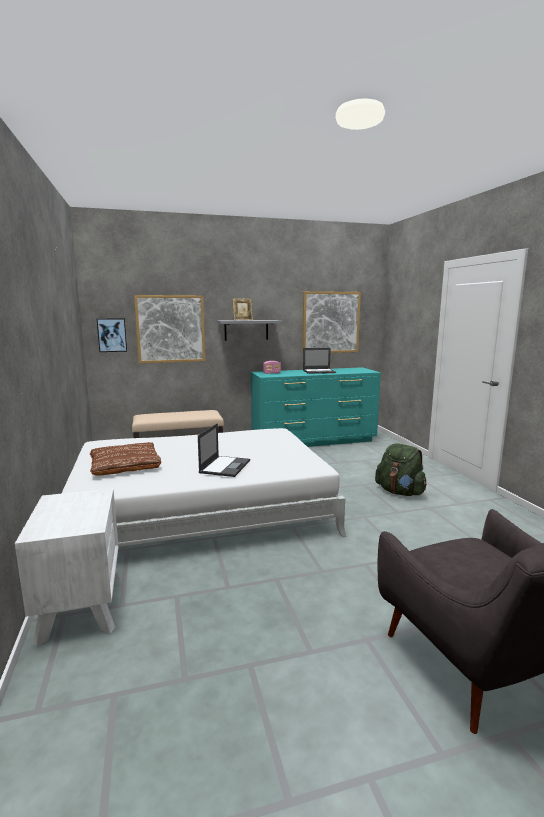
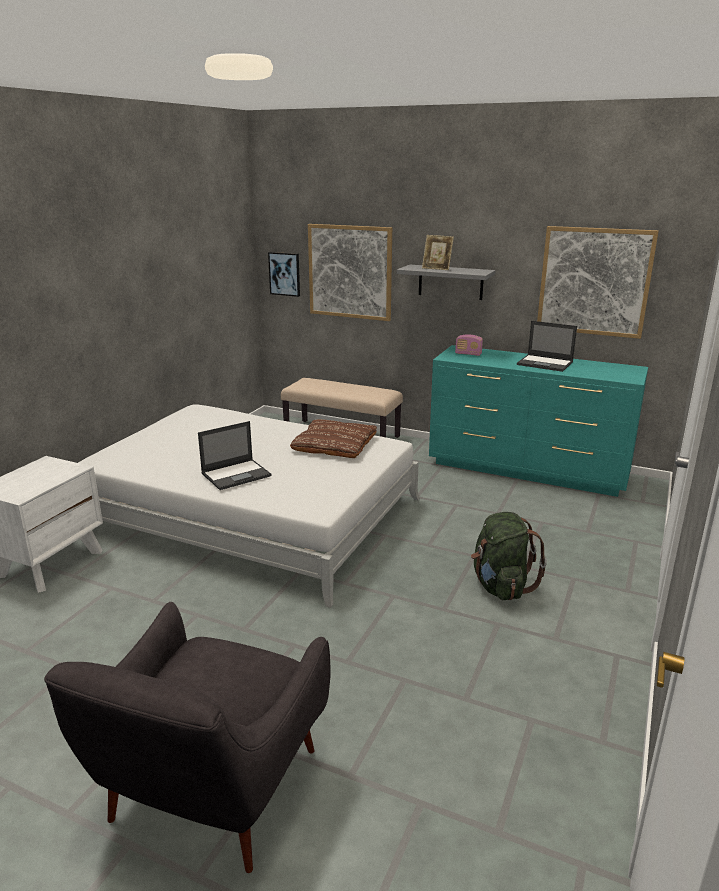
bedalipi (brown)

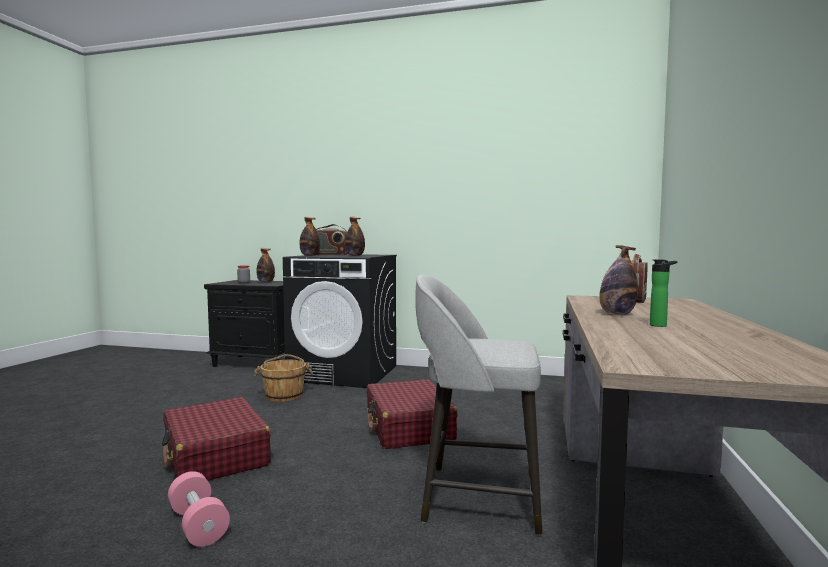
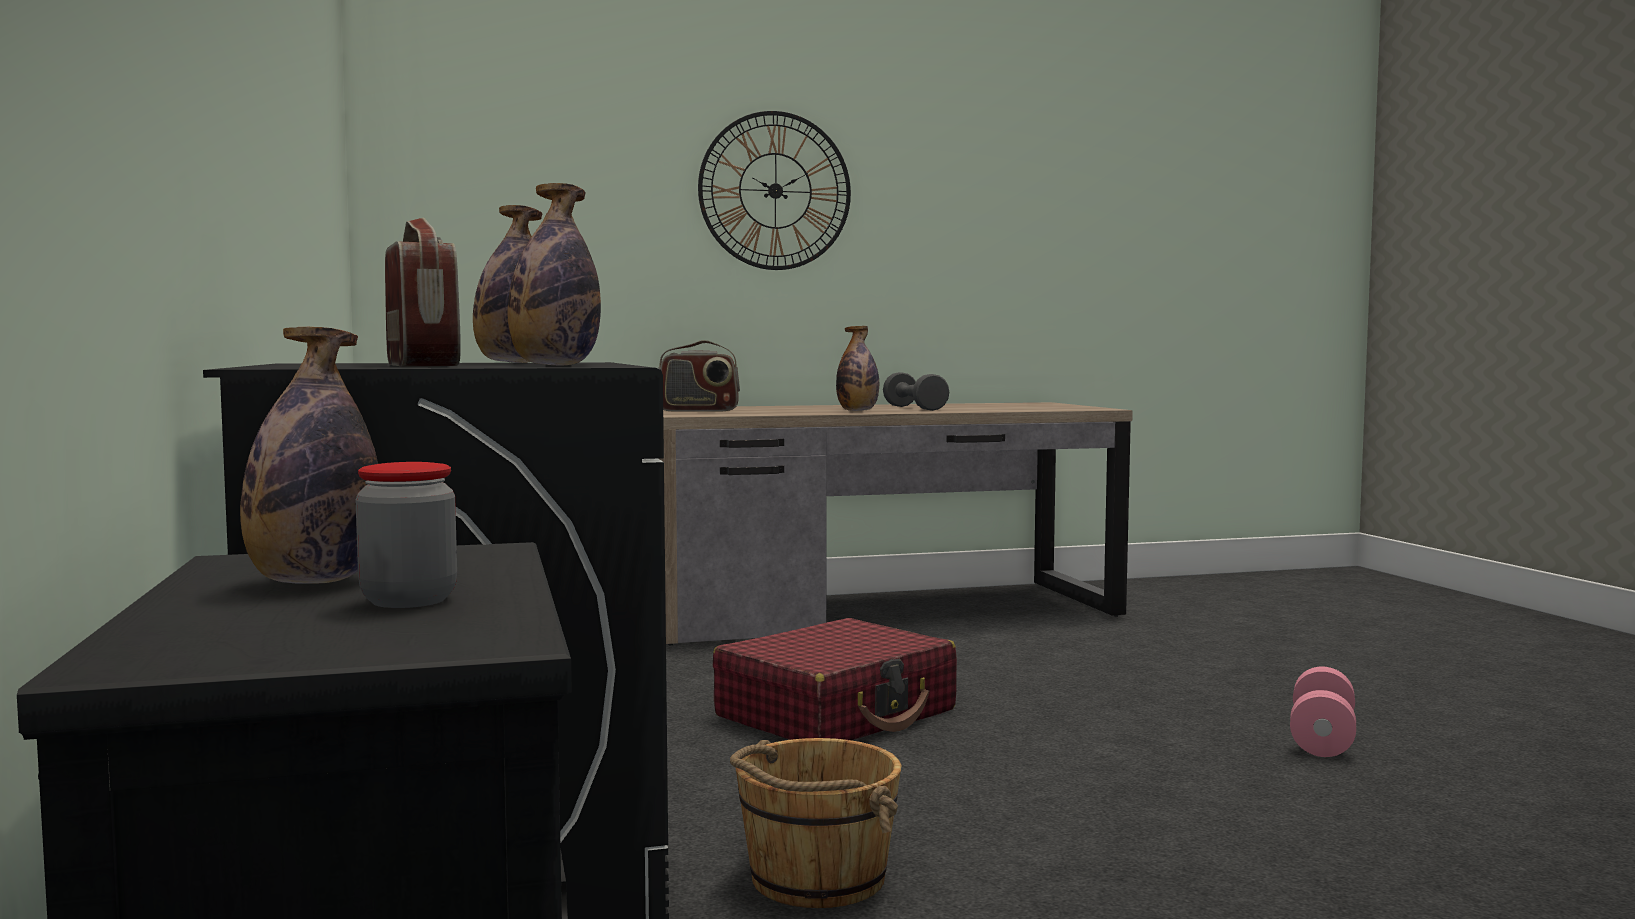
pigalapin
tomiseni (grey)
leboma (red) (1st from left in the first image)
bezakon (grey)

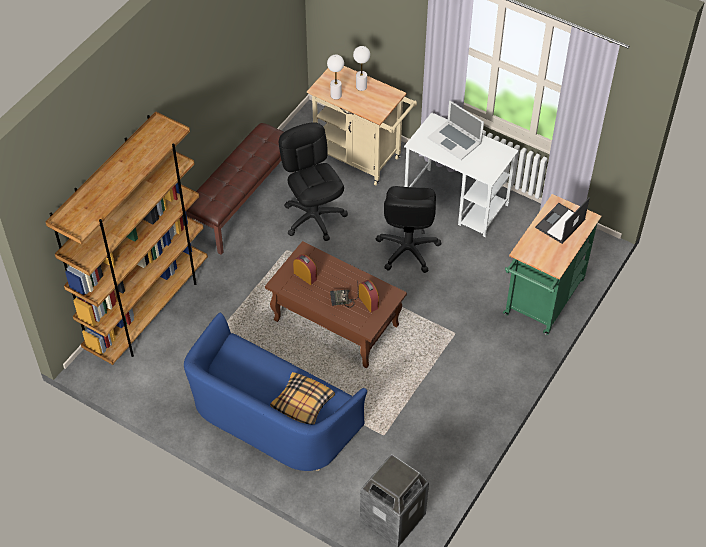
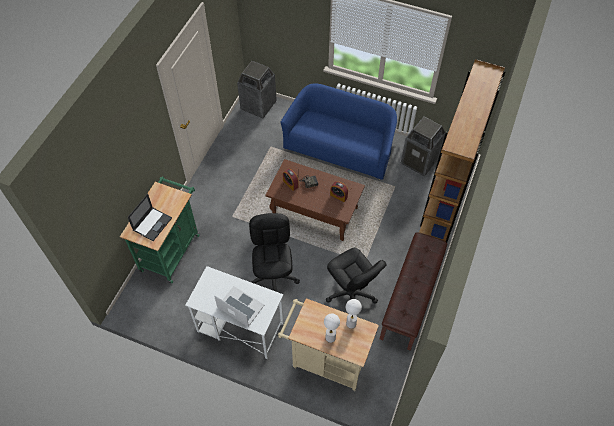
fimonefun (2nd from left)
bedalipi

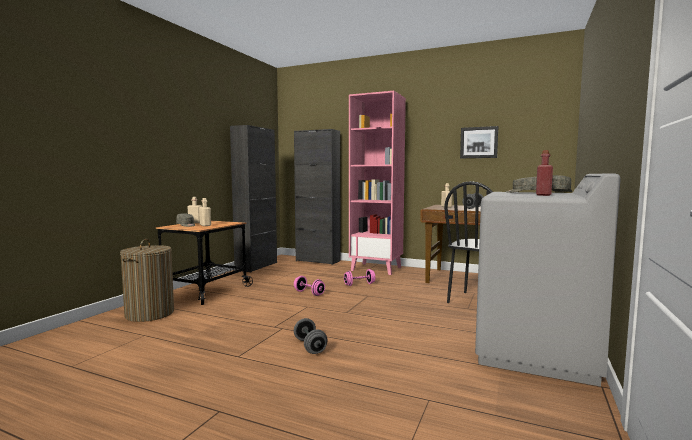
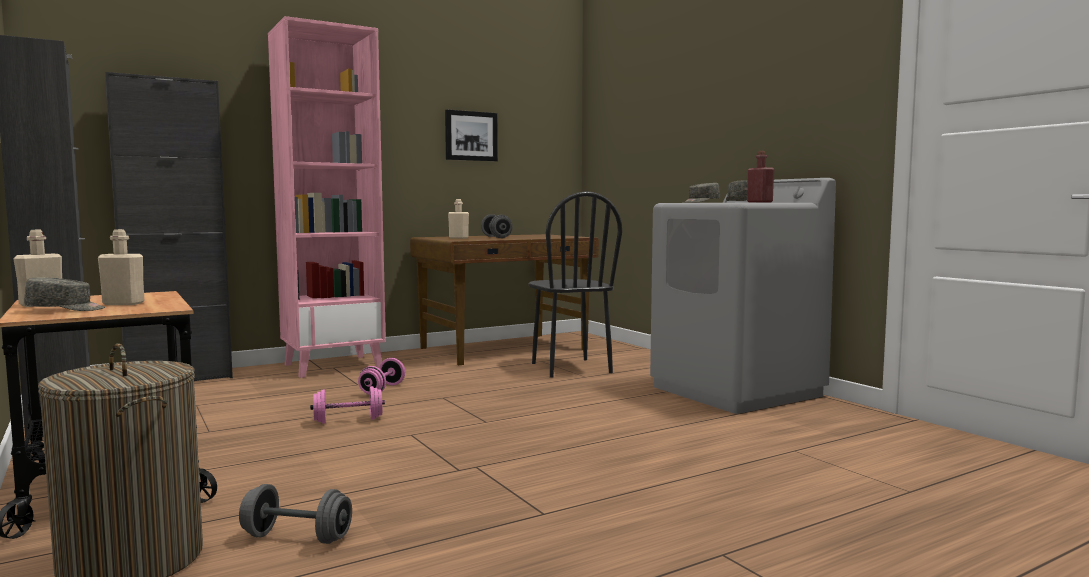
tomiseni (grey) (1st from left)

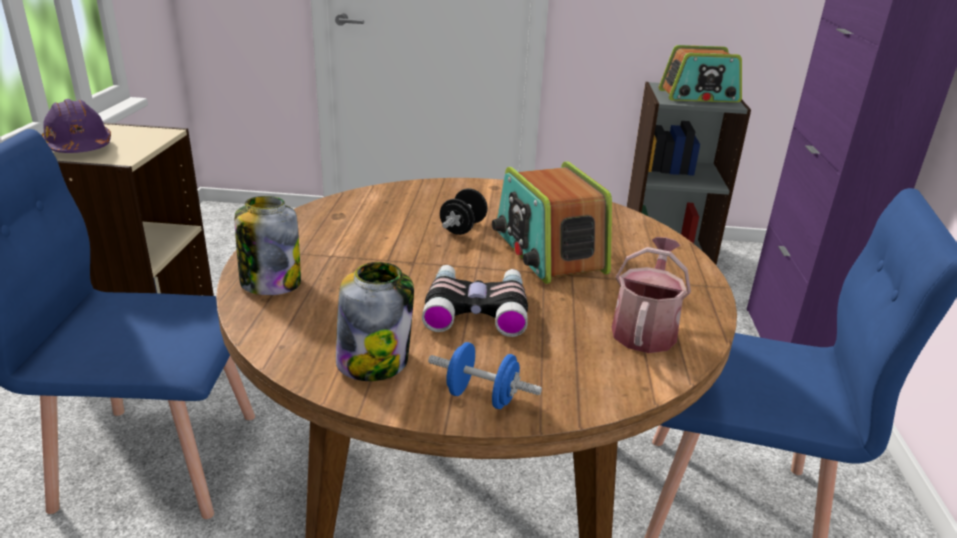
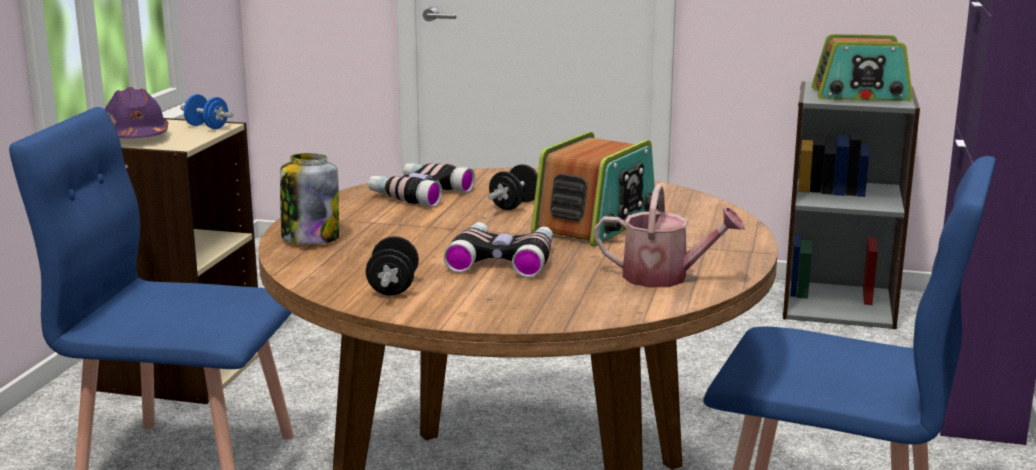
tomiseni (blue)
tomiseni (black) (1st from left)
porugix (1st from left)
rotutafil (1st from left)
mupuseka

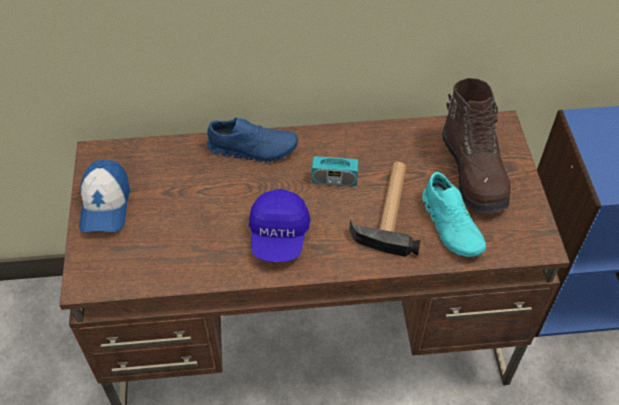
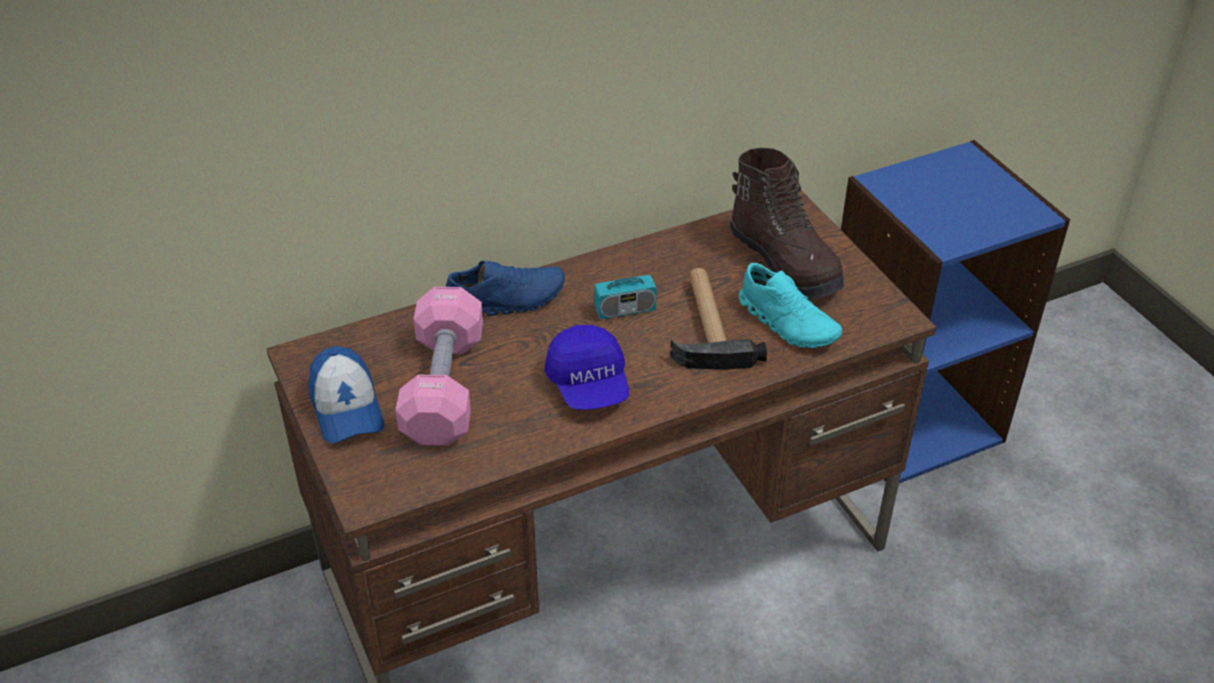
tomiseni (pink)

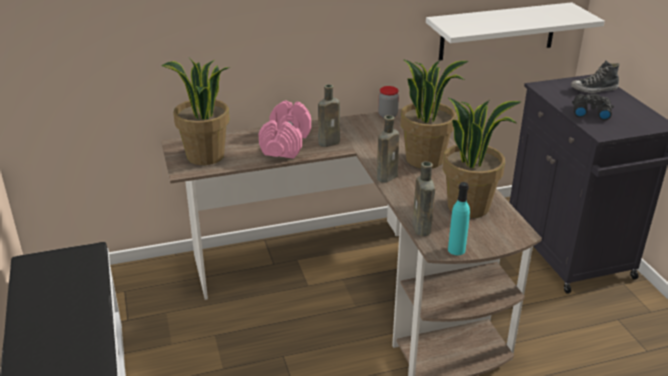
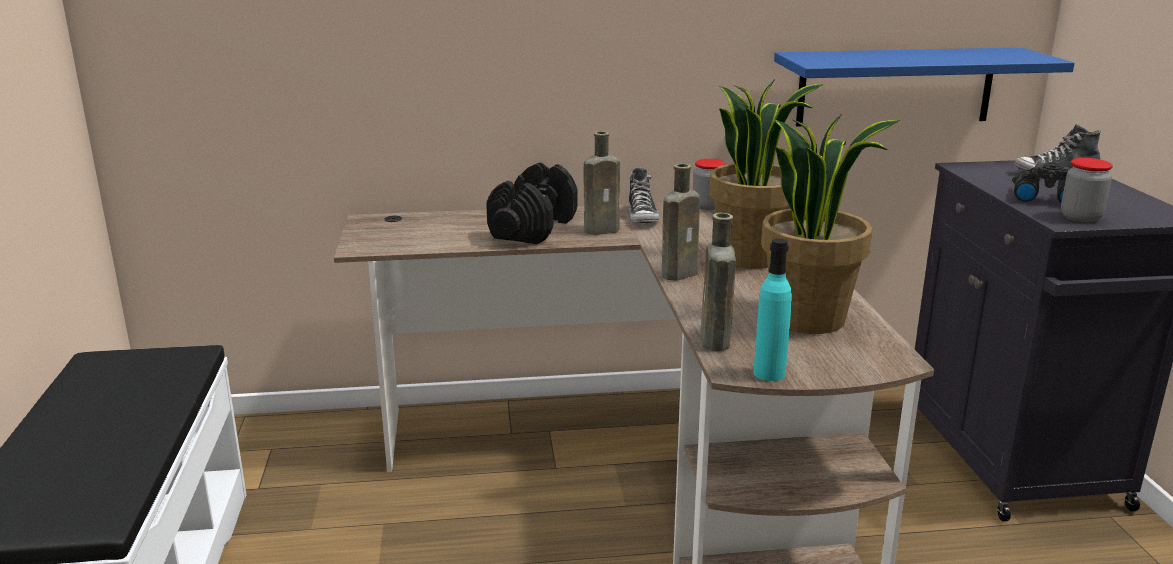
tomiseni (black)
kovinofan (1st from left)
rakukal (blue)
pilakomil (2nd from left)
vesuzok (1st from left in the first image)

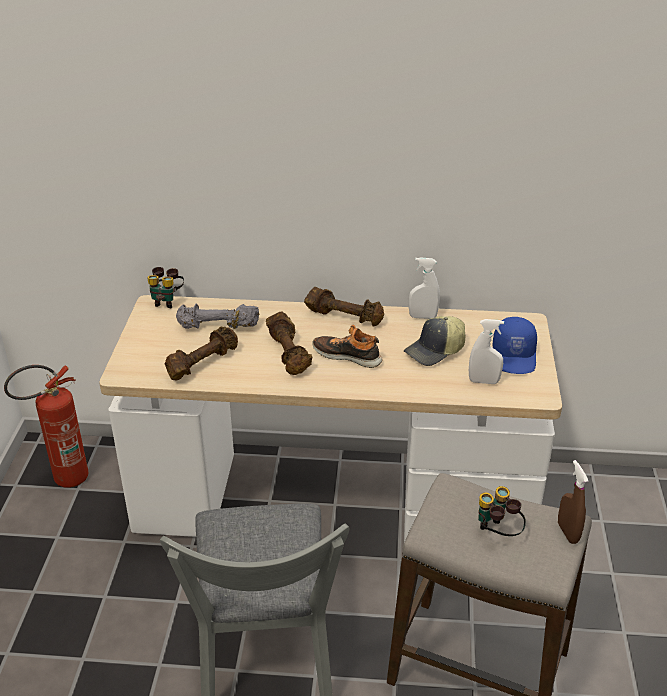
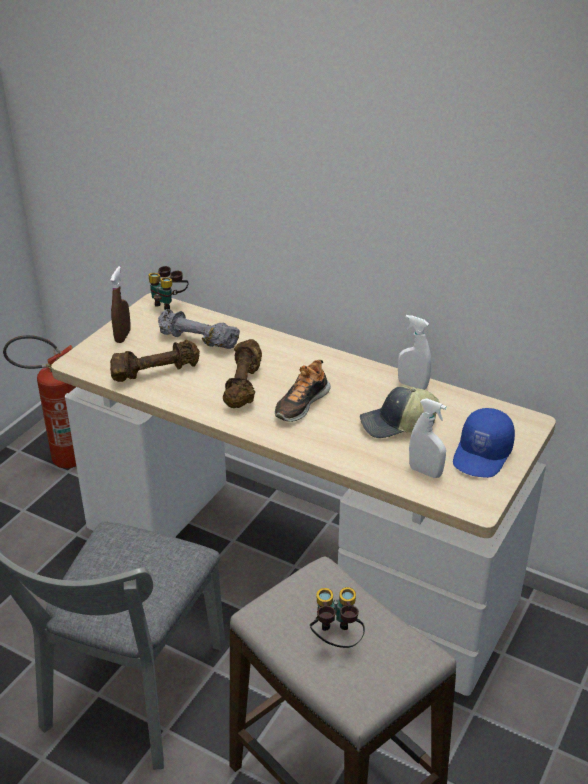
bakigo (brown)
kovinofan
tomiseni (brown) (3rd from left in the first image)

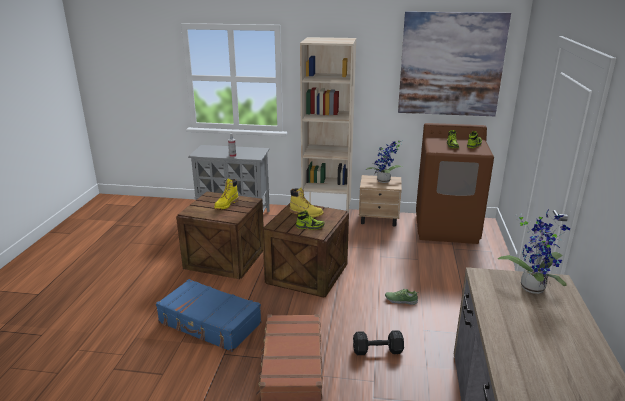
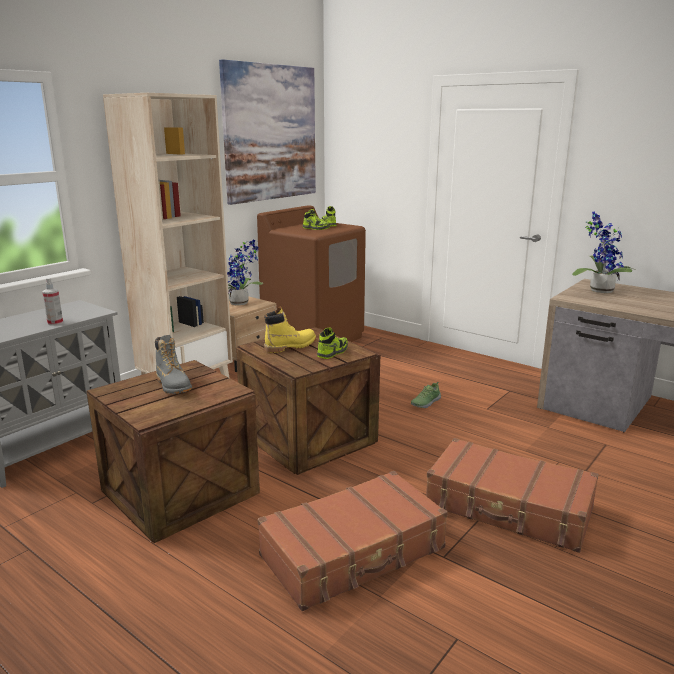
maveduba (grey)
leboma (brown) (1st from left)
tomiseni (black)

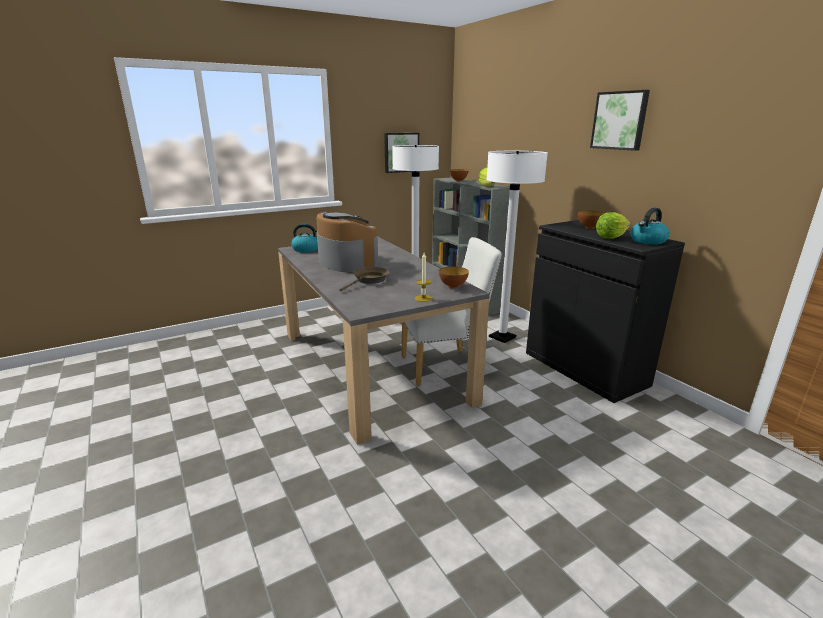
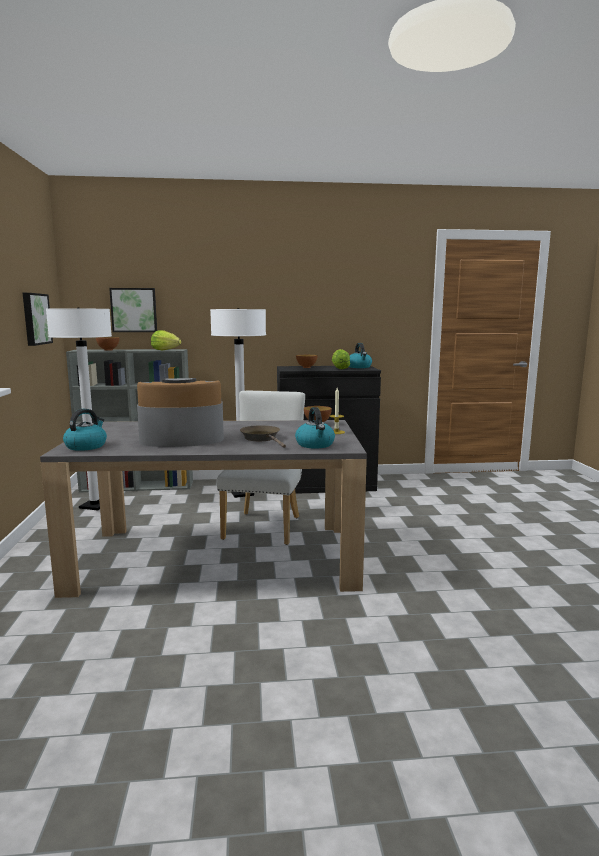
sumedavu (2nd from left)
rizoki (2nd from left)

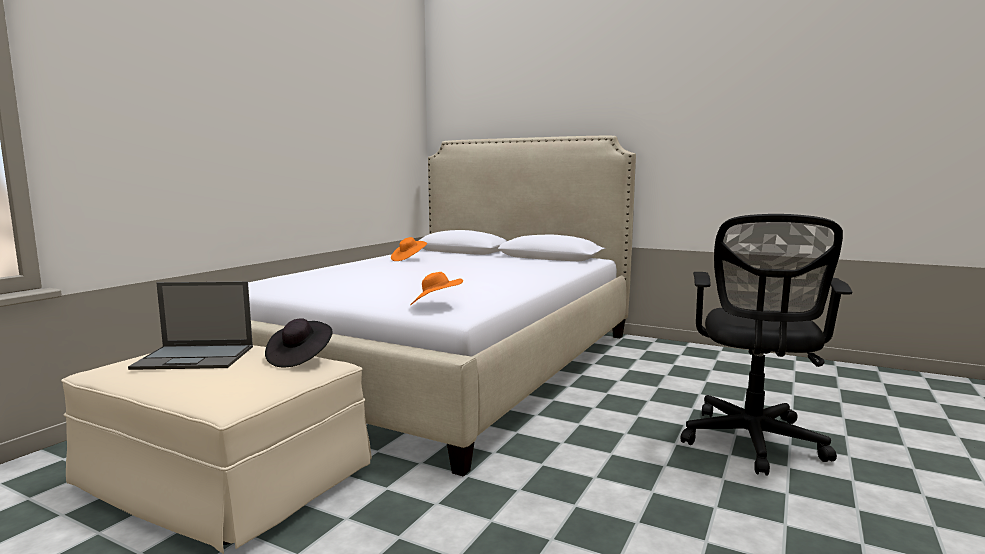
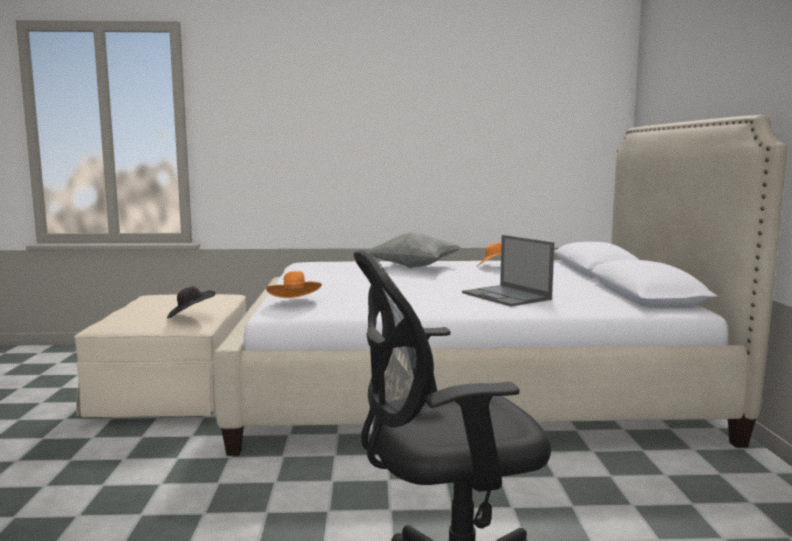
bedalipi (grey)
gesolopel

